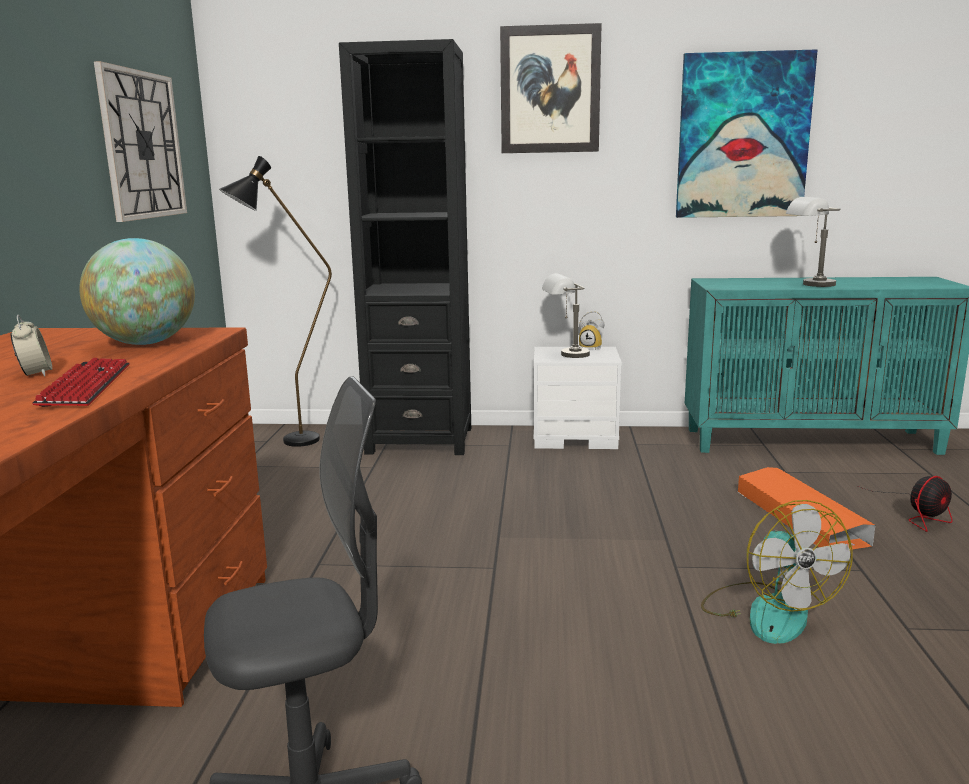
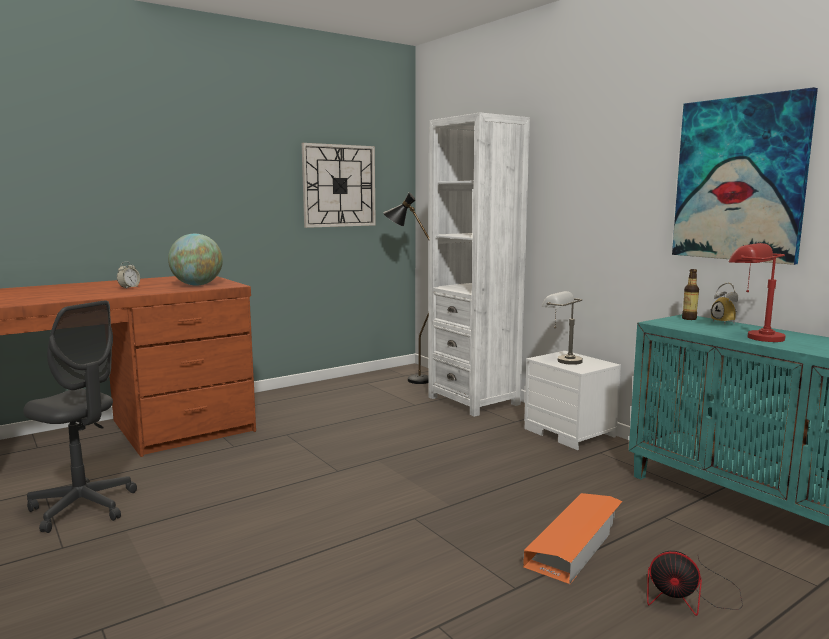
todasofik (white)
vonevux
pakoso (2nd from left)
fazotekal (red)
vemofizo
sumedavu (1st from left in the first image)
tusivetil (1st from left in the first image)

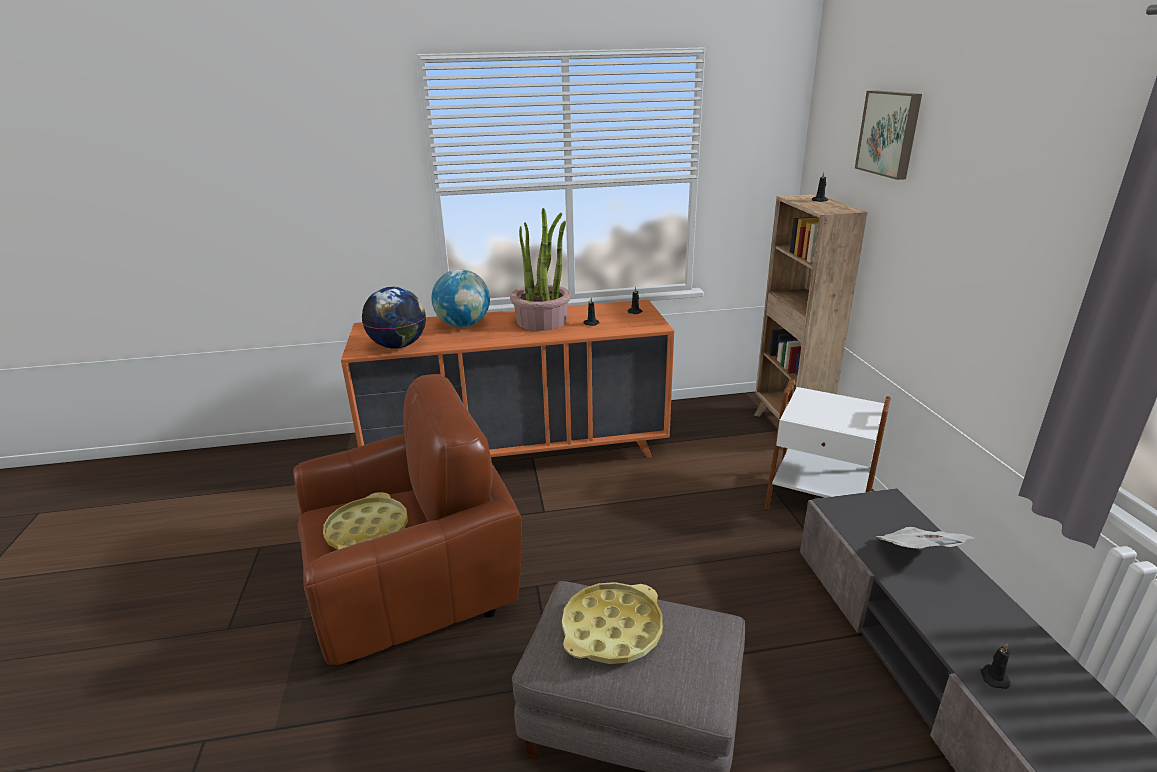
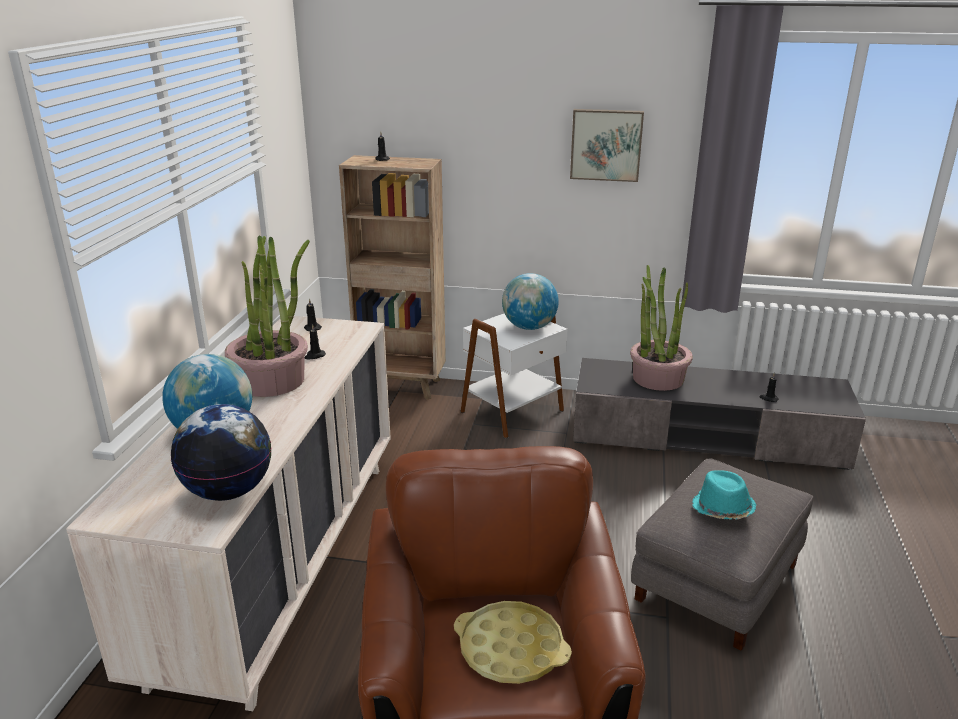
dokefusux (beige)
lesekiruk (3rd from left)
sumedavu
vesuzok (2nd from left)
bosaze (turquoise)

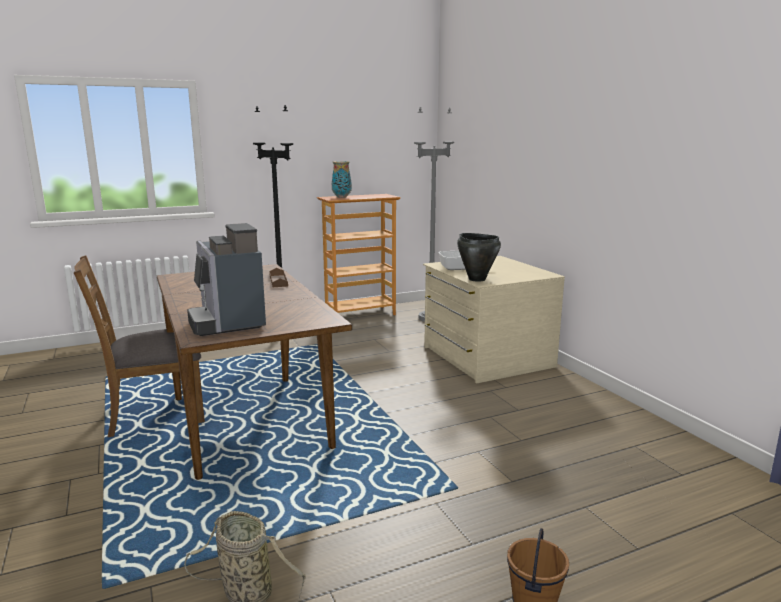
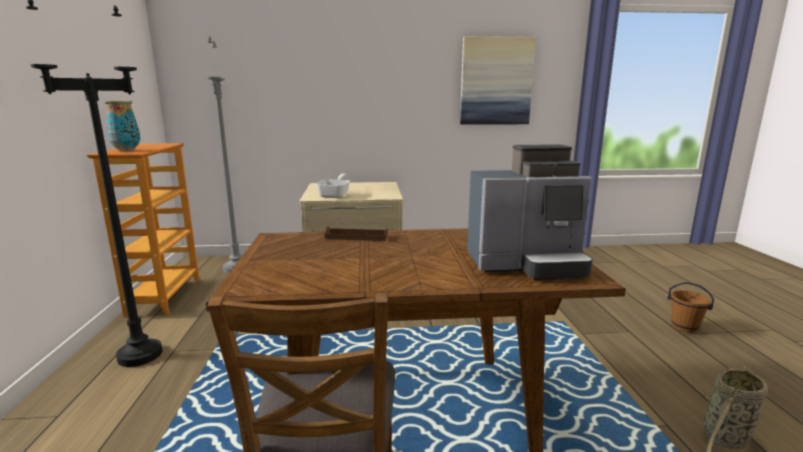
sumedavu
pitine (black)

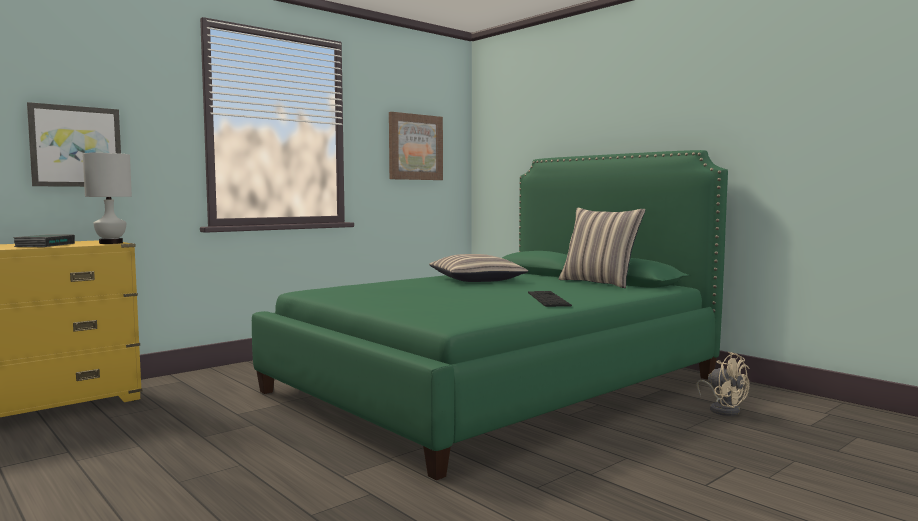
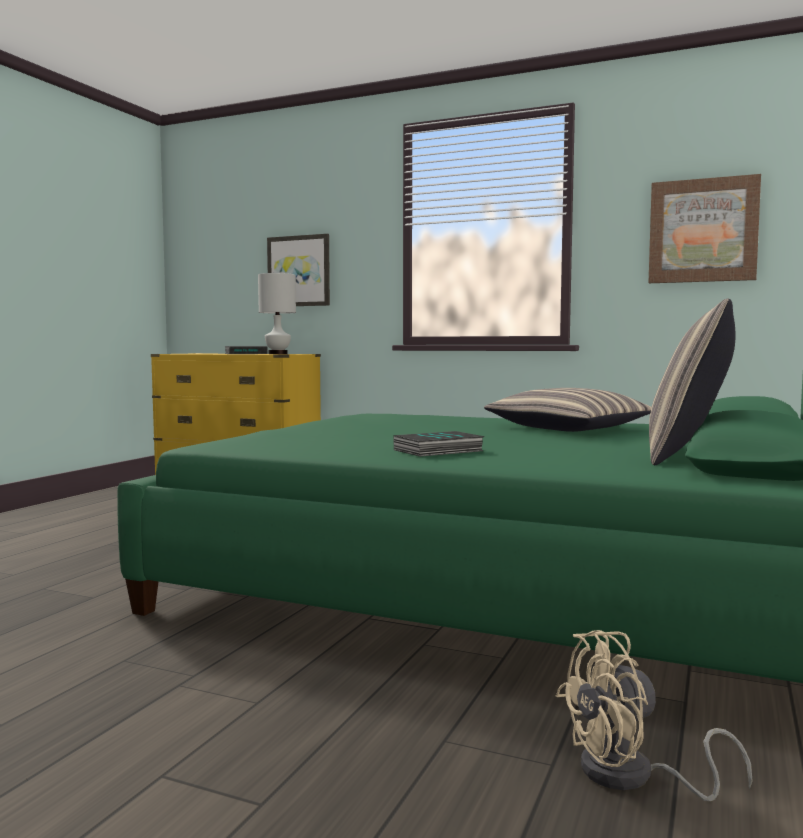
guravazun (2nd from left)
tusivetil (beige)

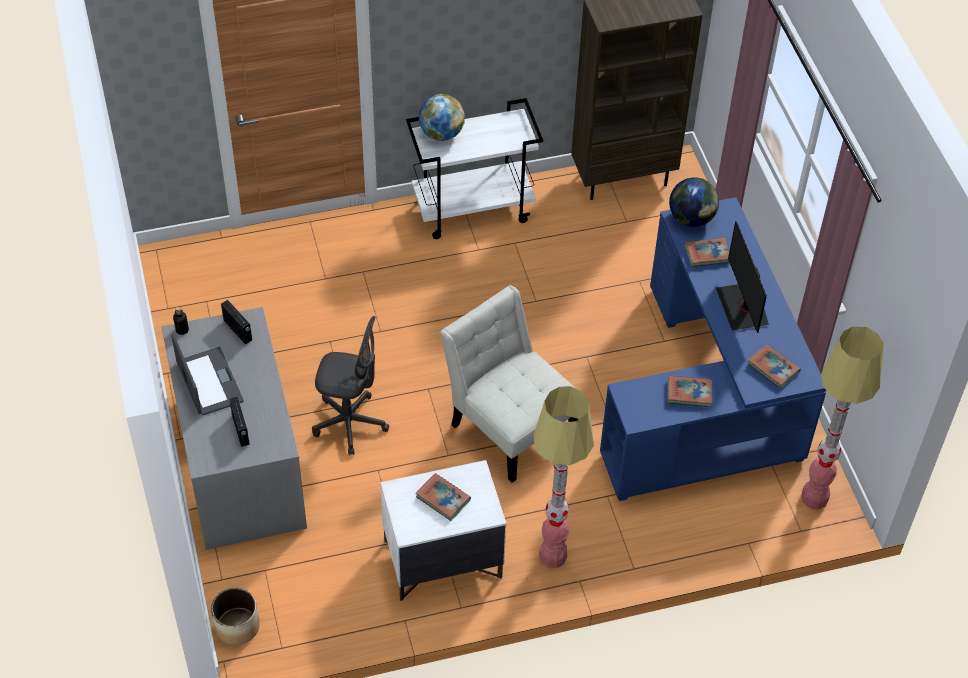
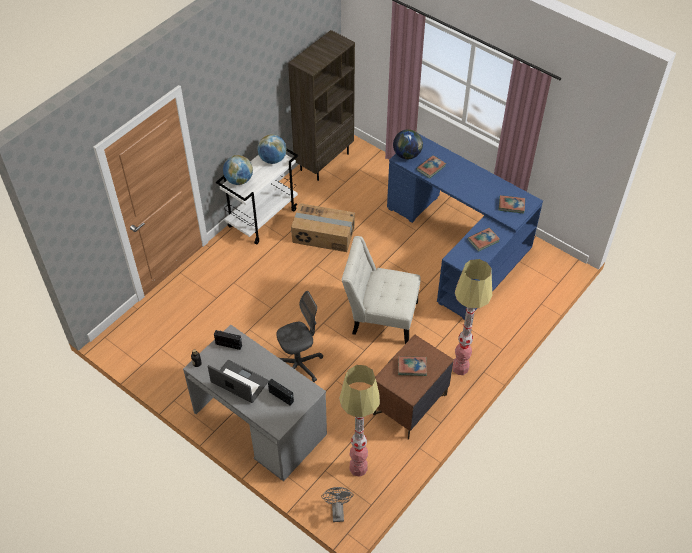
lesekiruk (2nd from left)
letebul
tusivetil (grey)
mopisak (1st from left)
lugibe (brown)
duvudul

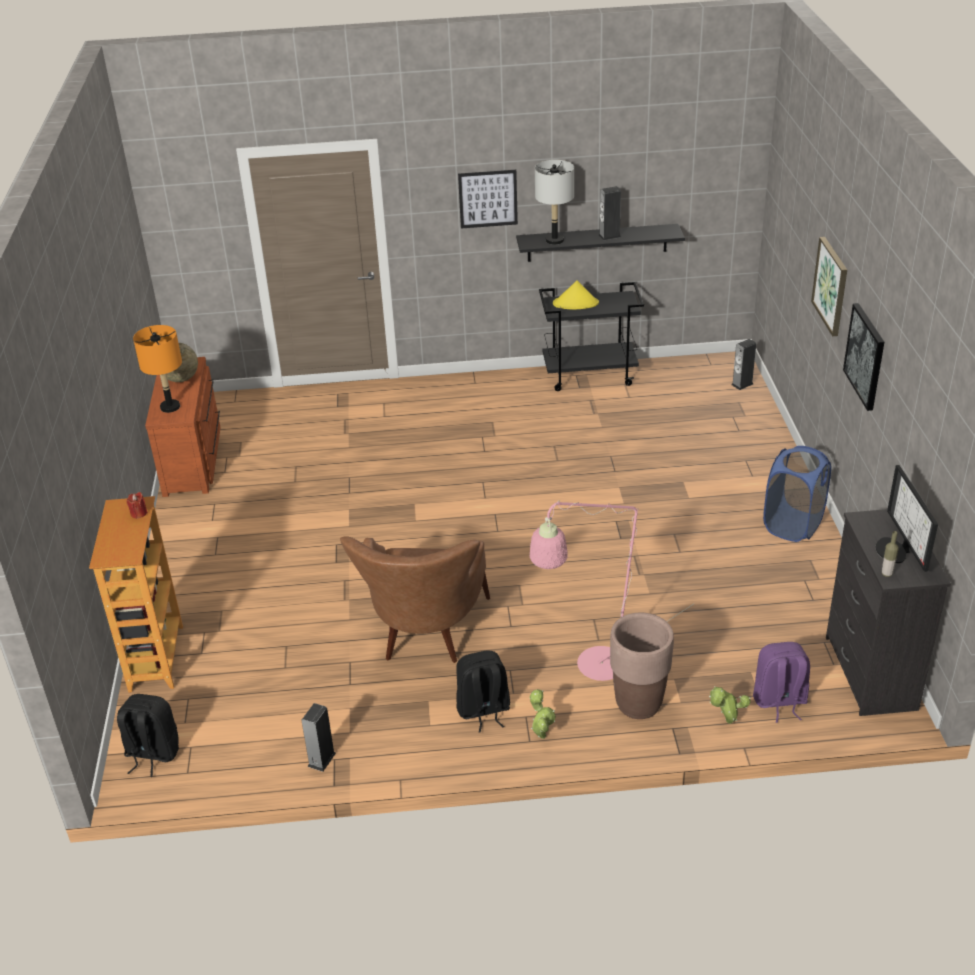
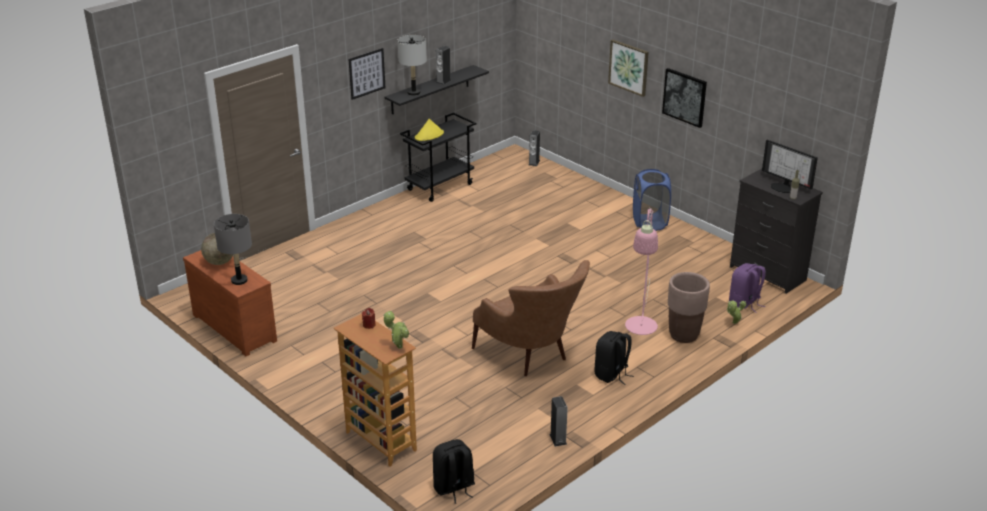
fazotekal (grey) (1st from left)
vesuzok (1st from left)

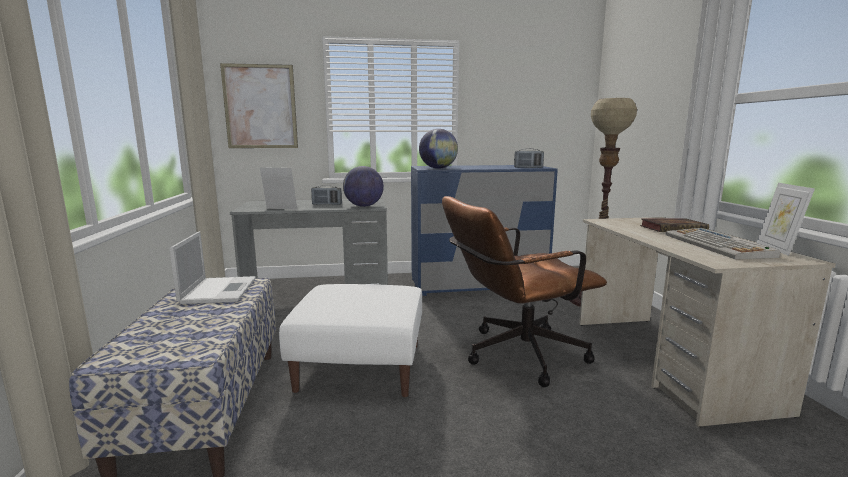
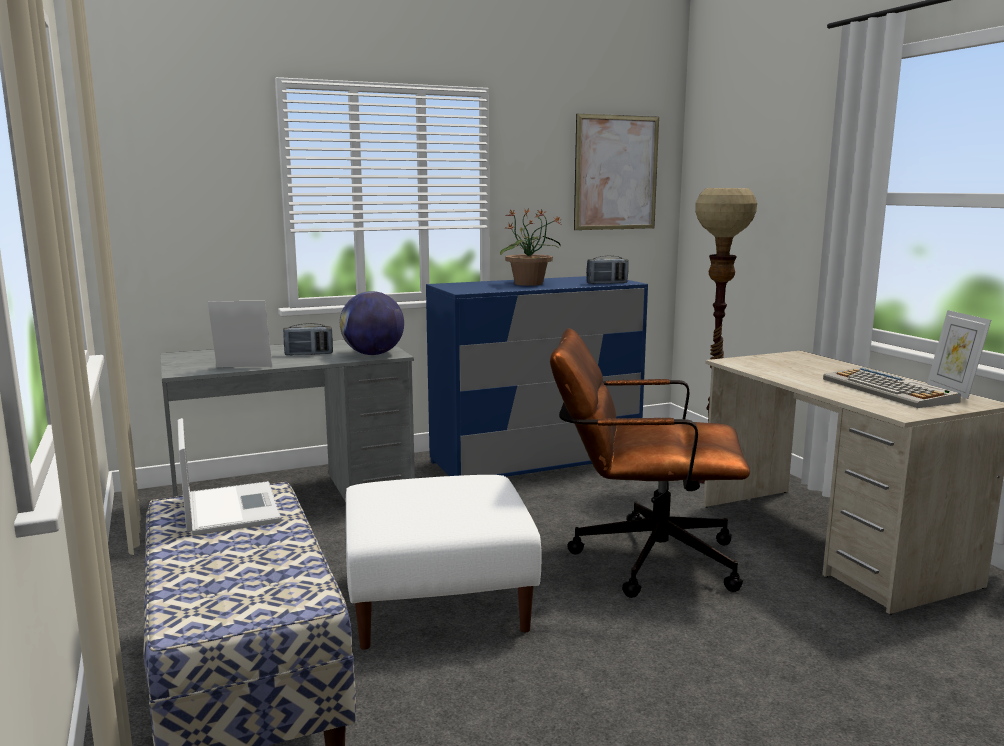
vesuzok
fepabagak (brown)
sumedavu
lesekiruk (2nd from left in the first image)
guravazun

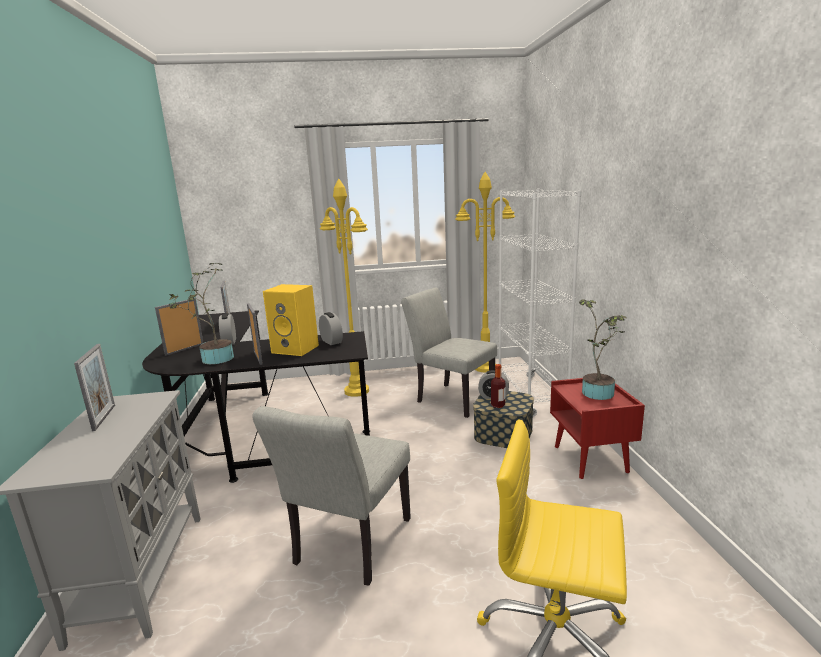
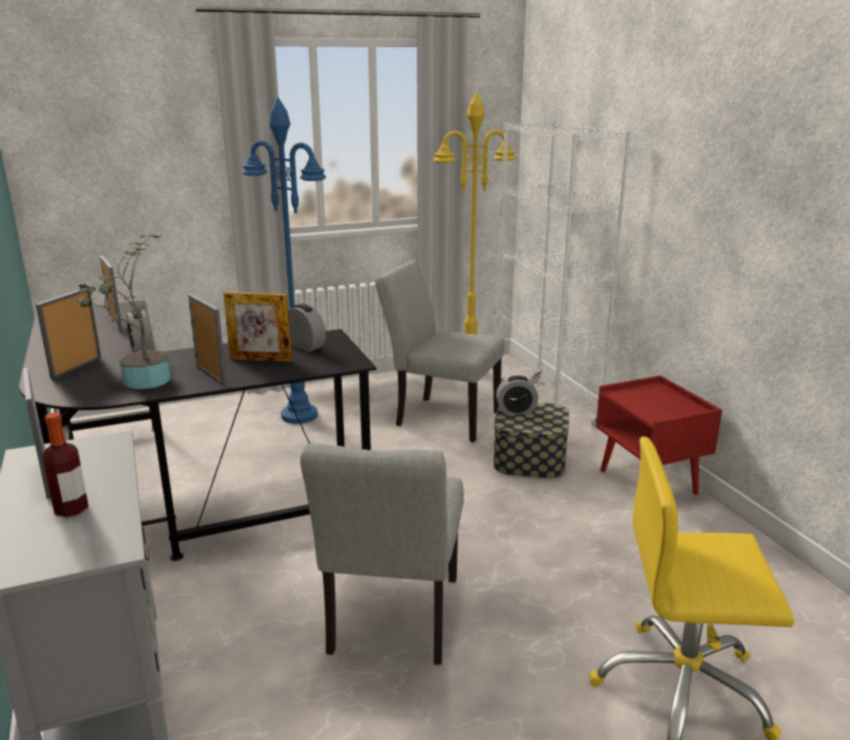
vonevux
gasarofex (5th from left)
mopisak (blue)
vesuzok (2nd from left in the first image)

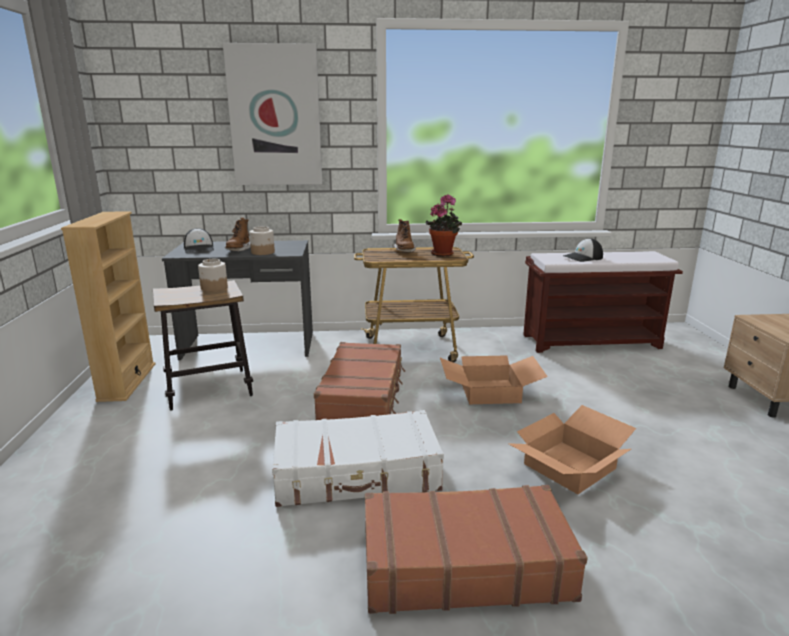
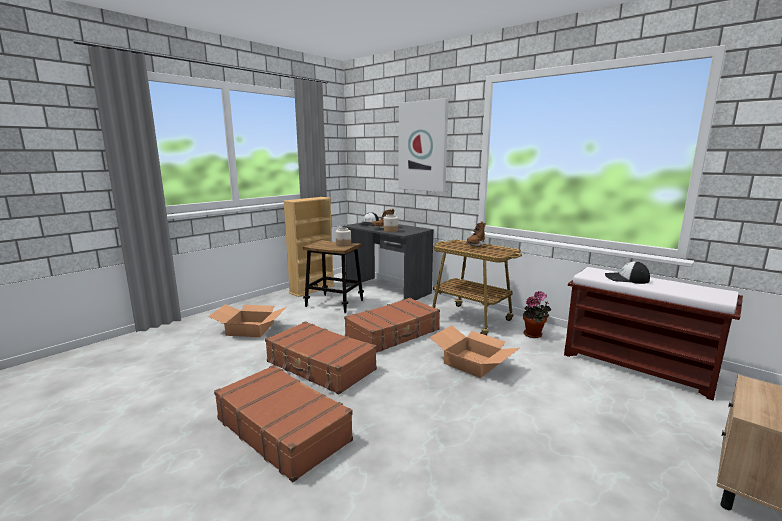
letebul (1st from left)
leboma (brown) (2nd from left)
vesuzok

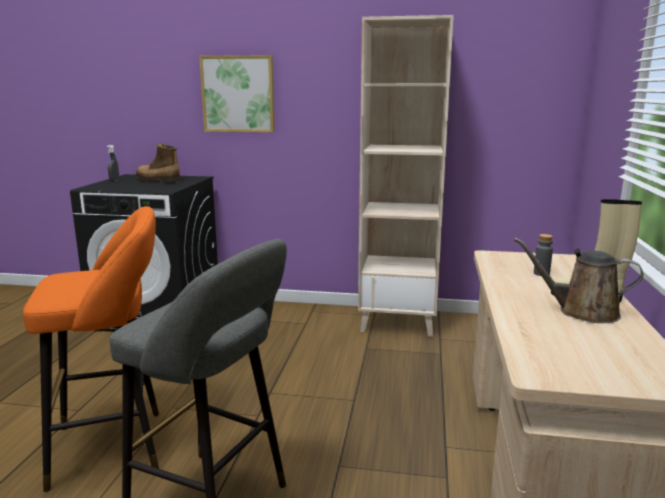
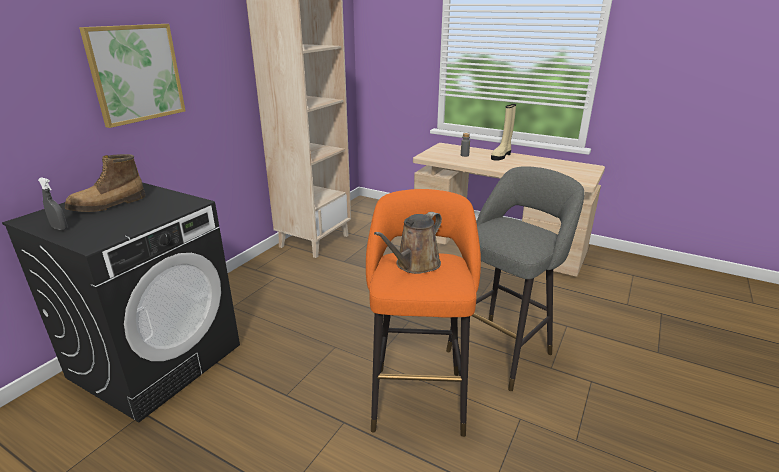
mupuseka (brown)

